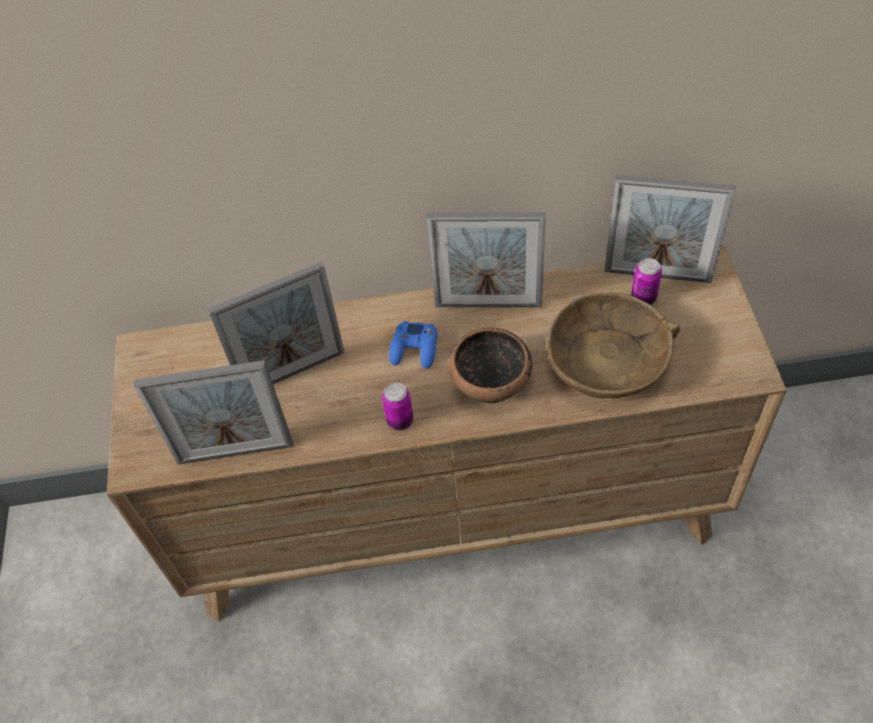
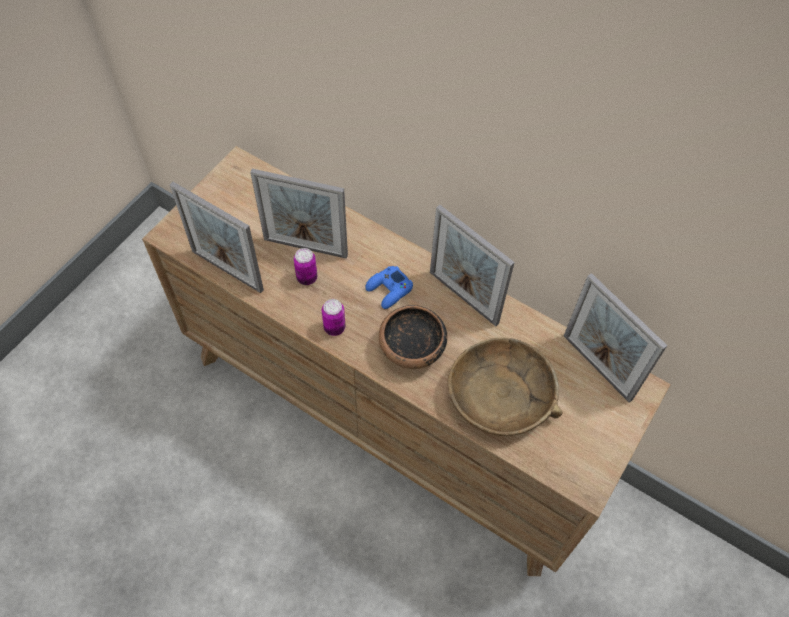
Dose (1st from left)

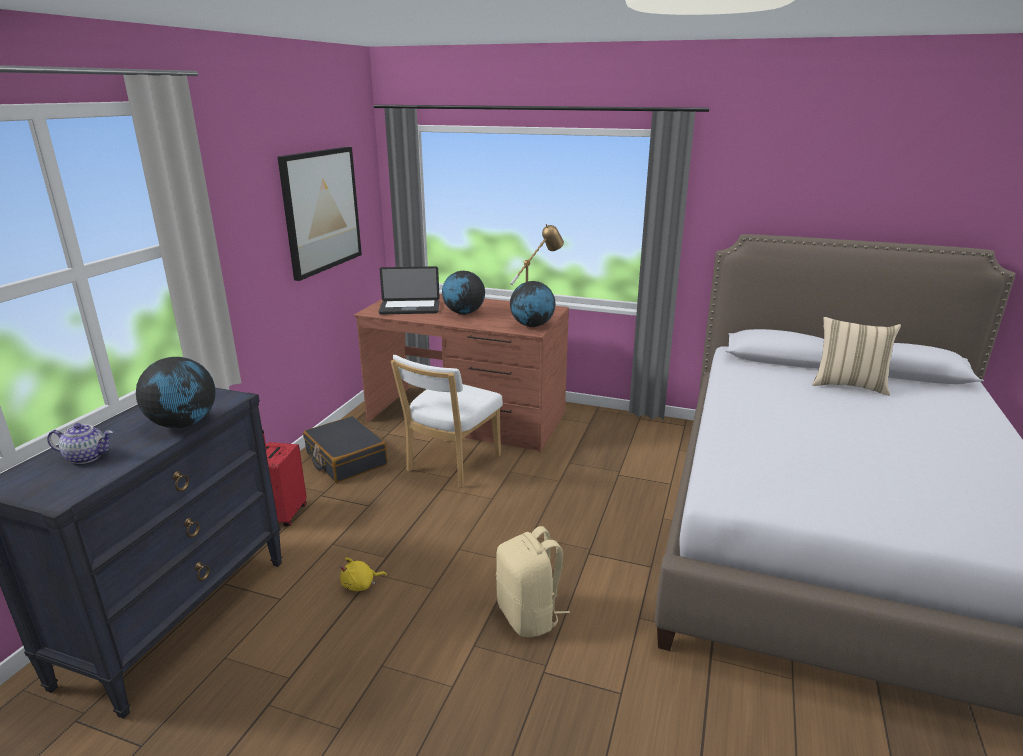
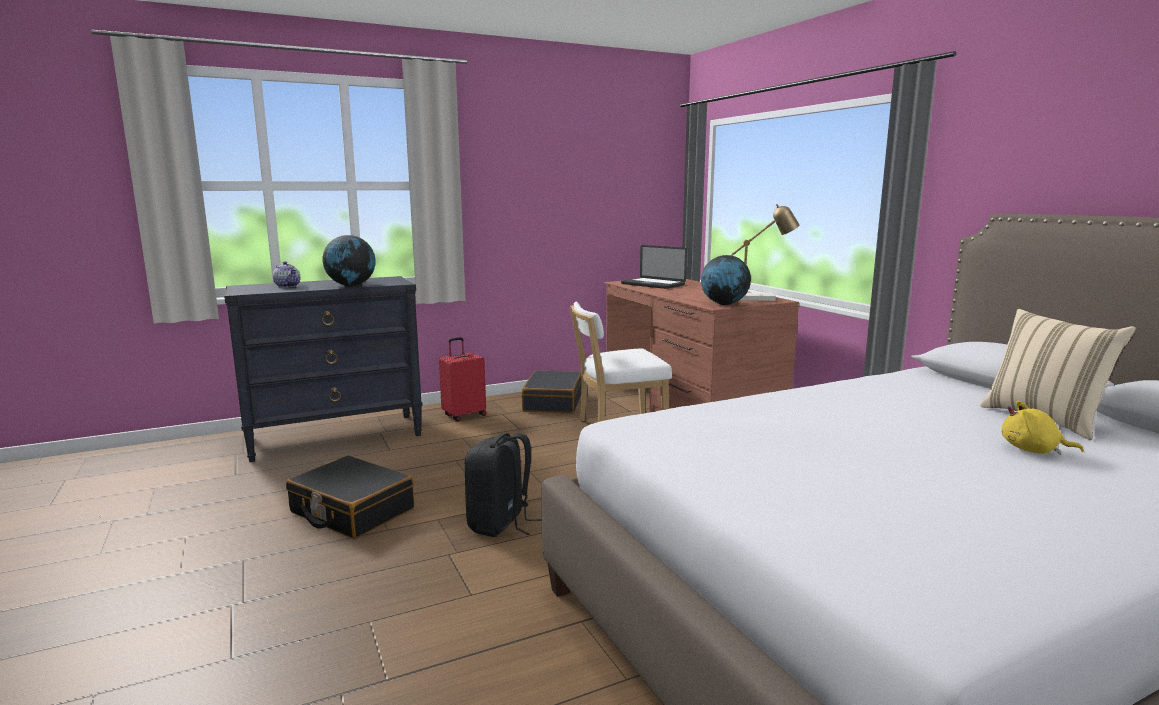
Bild
Globus (2nd from left in the first image)
Rucksack/schwarz
Plüschtier/gelb
Koffer/schwarz (1st from left)

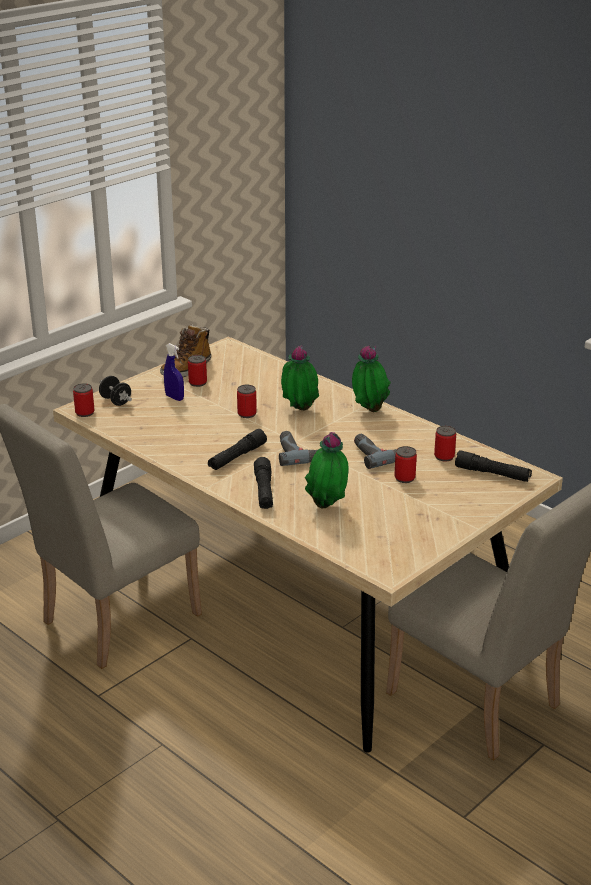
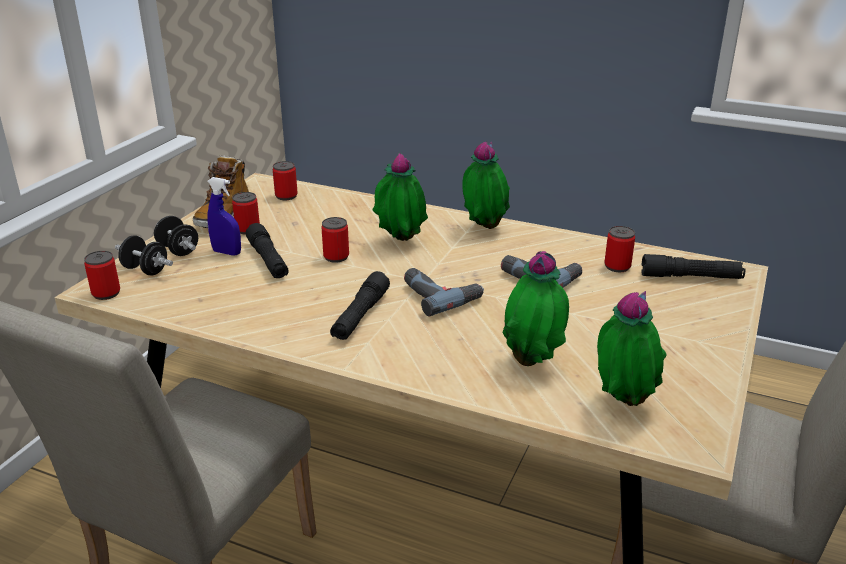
Dose (3rd from left)
Taschenlampe/schwarz (1st from left)
Hantel/schwarz (2nd from left)
Topfpflanze (4th from left)

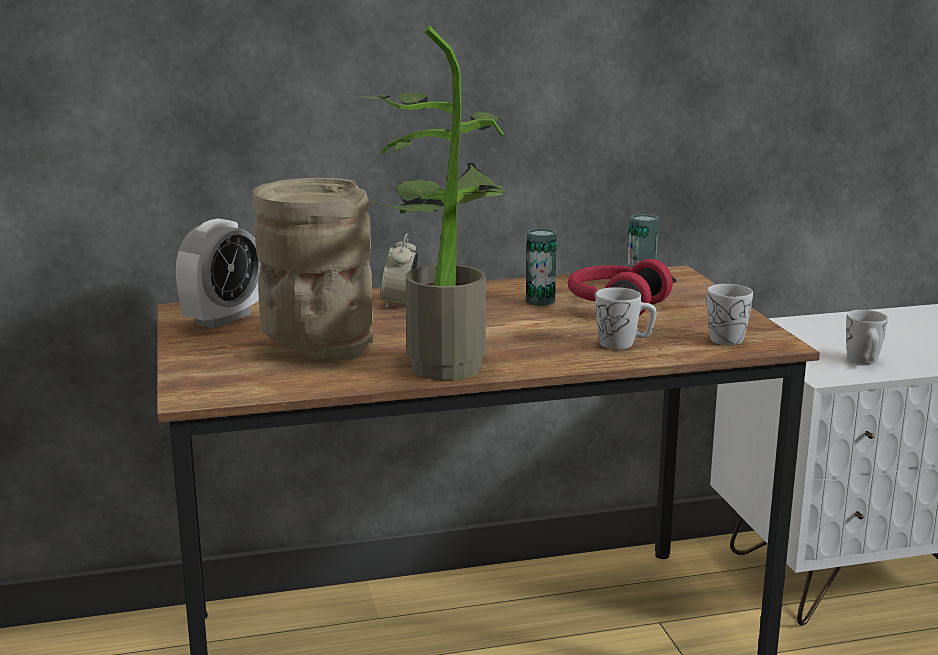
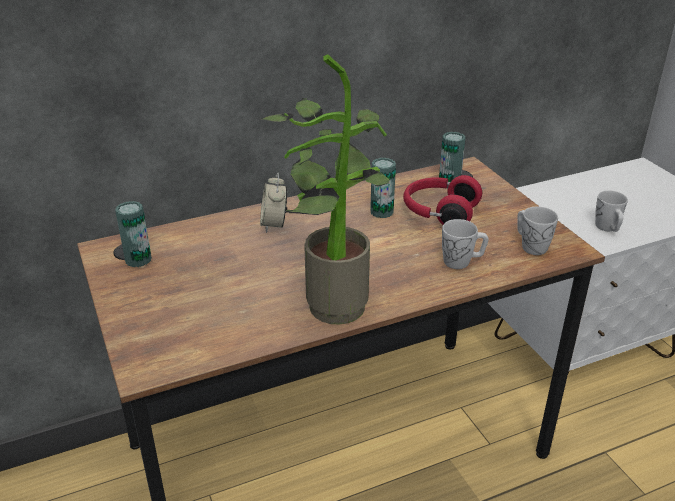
Vase/beige
Dose (1st from left)

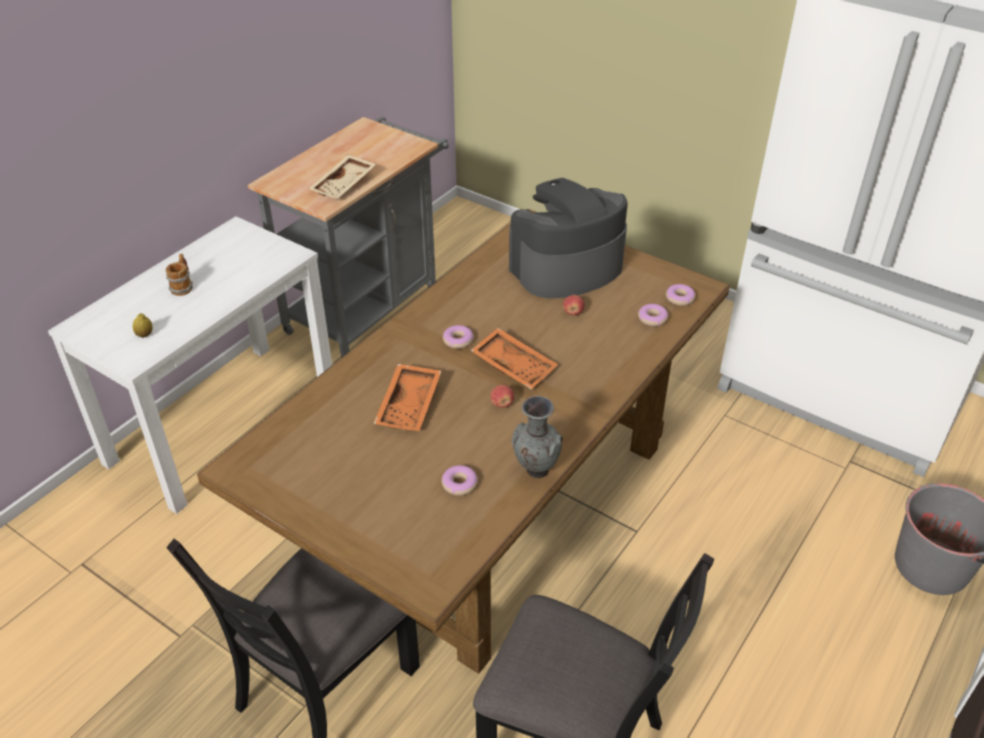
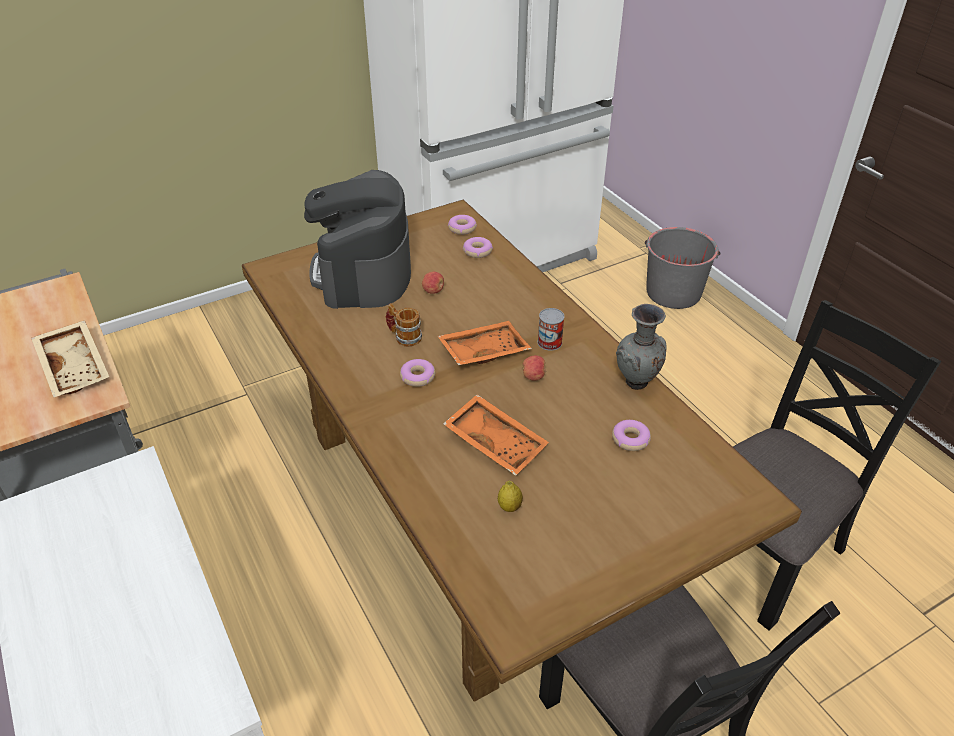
Henkelbecher
Zitrone
Dose

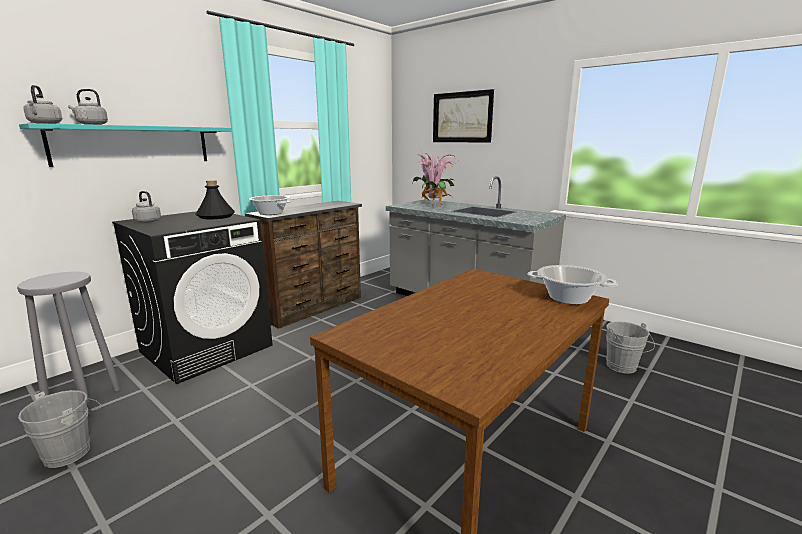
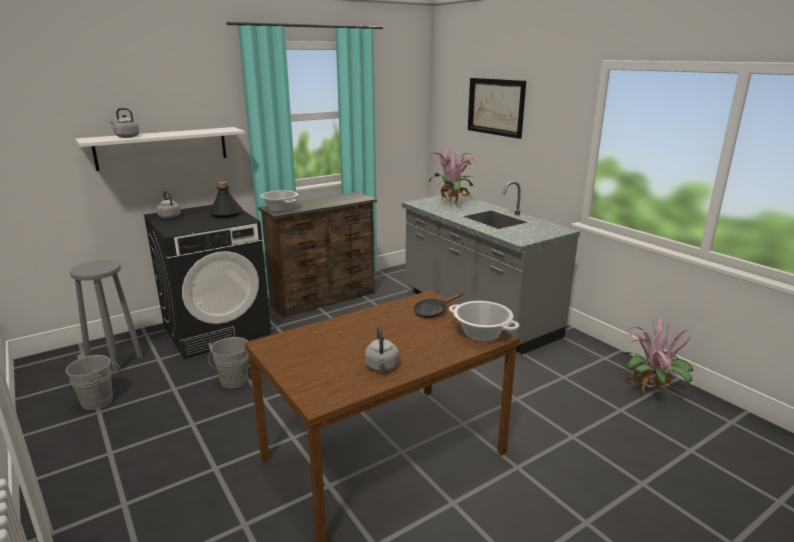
Wasserkessel/grau (3rd from left)
Wandregal/weiß
Eimer/grau (2nd from left)
Pfanne/schwarz
Topfpflanze (2nd from left)

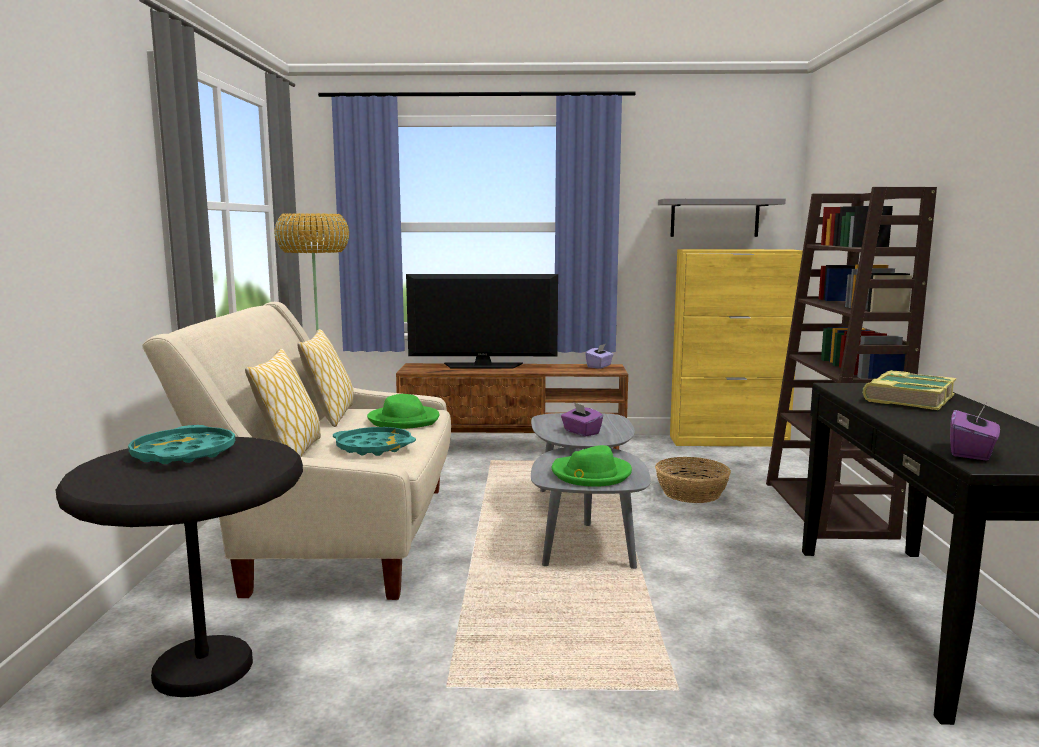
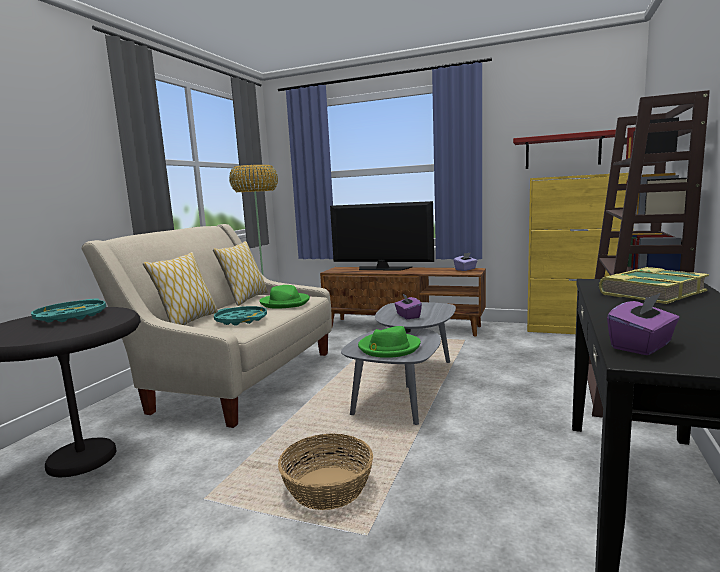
Wandregal/rot
Korb

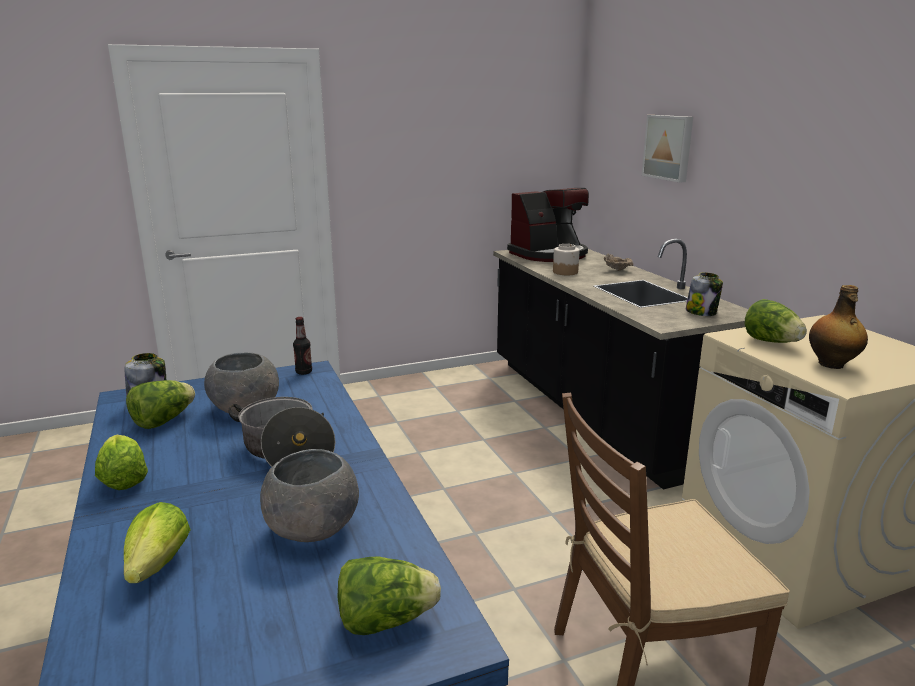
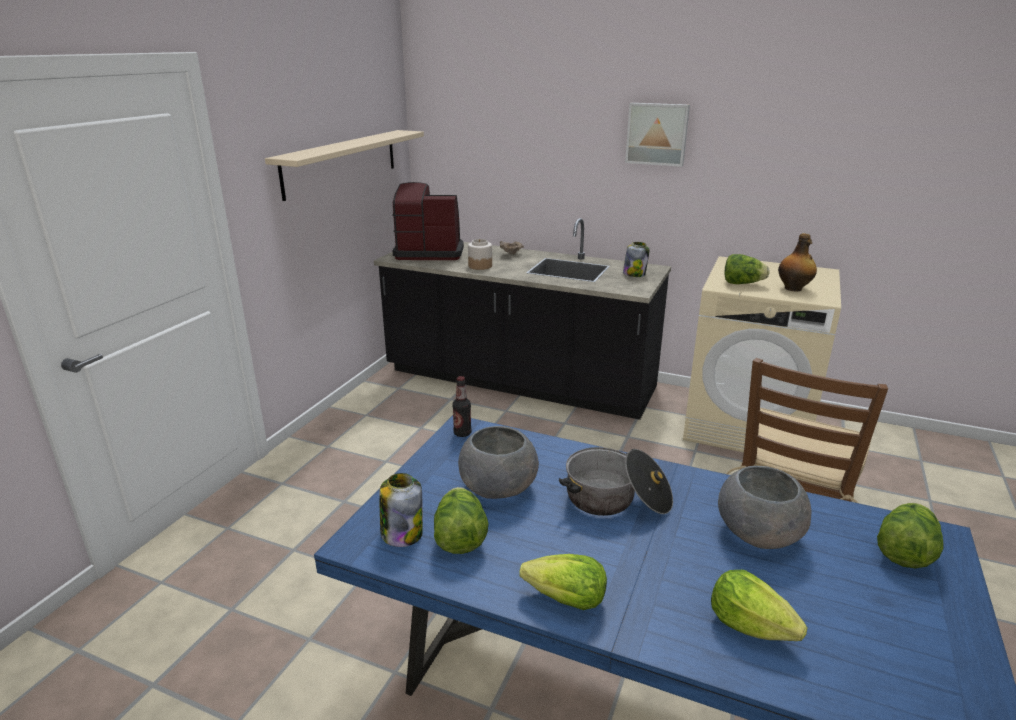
Bild
Kaffeemaschine
Wandregal/beige

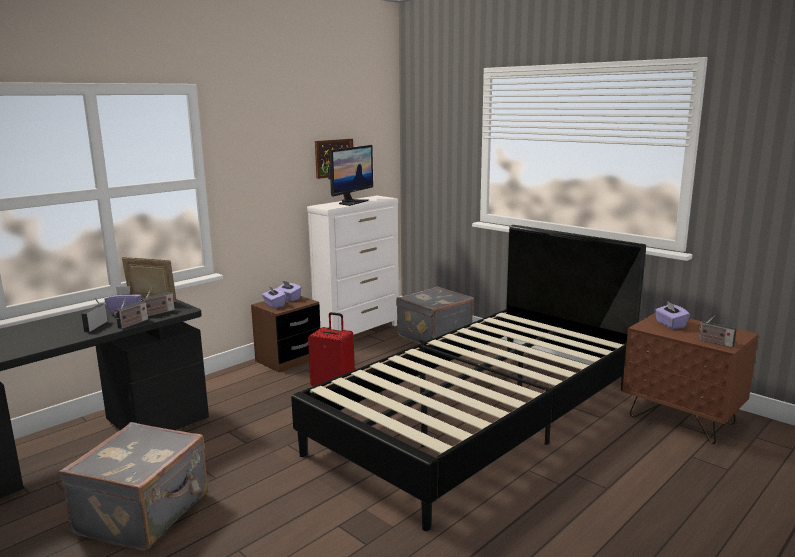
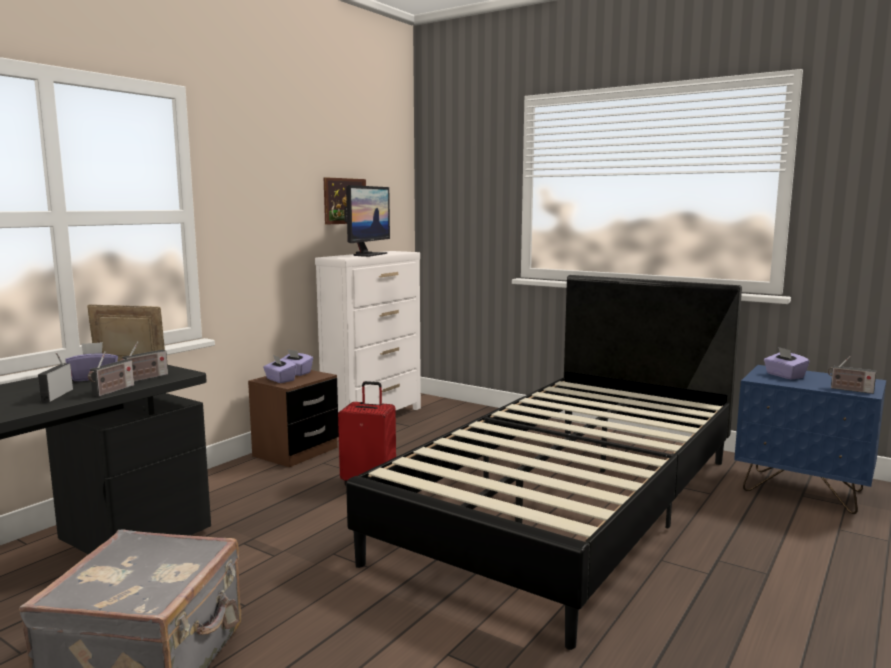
Koffer/grau (2nd from left in the first image)
Nachttisch/blau

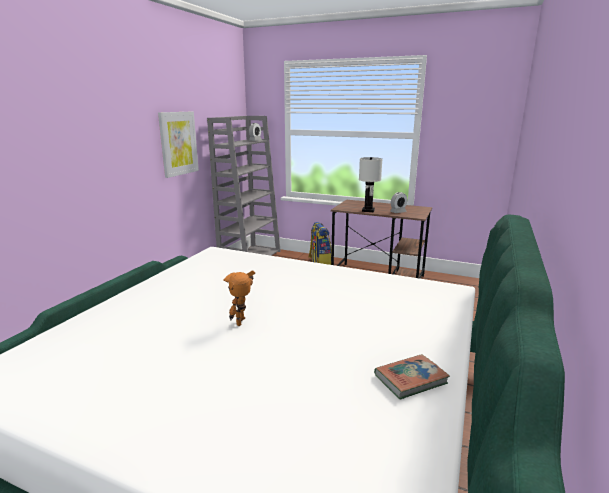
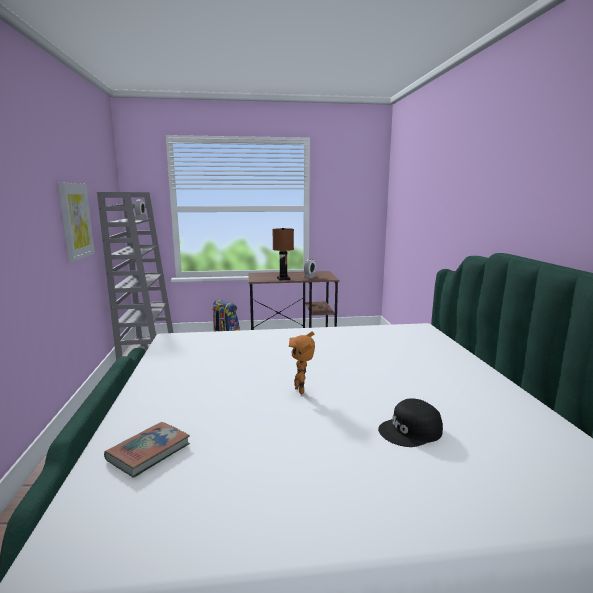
Tischlampe/braun
Buch
Kappe/schwarz

